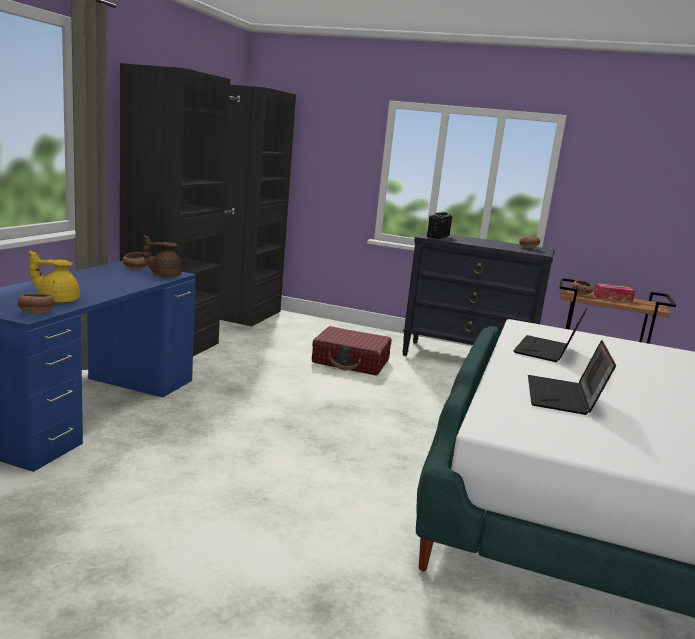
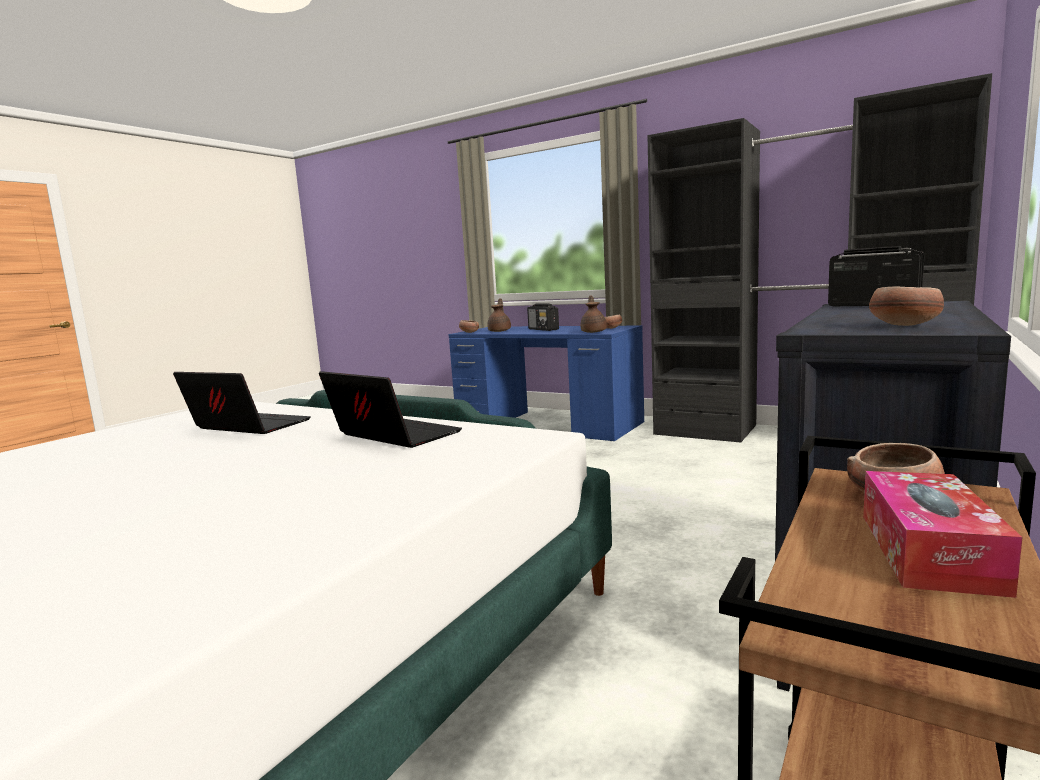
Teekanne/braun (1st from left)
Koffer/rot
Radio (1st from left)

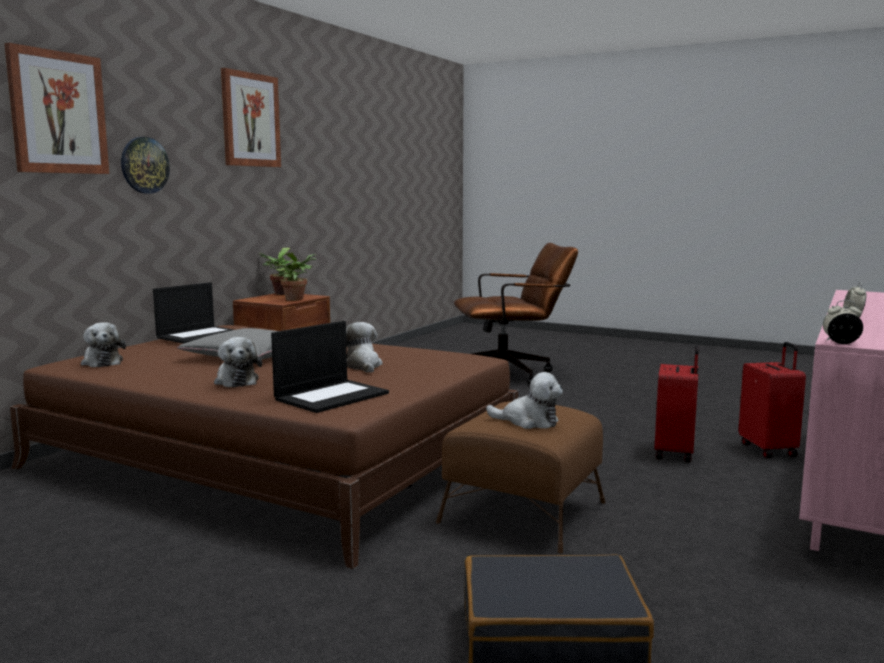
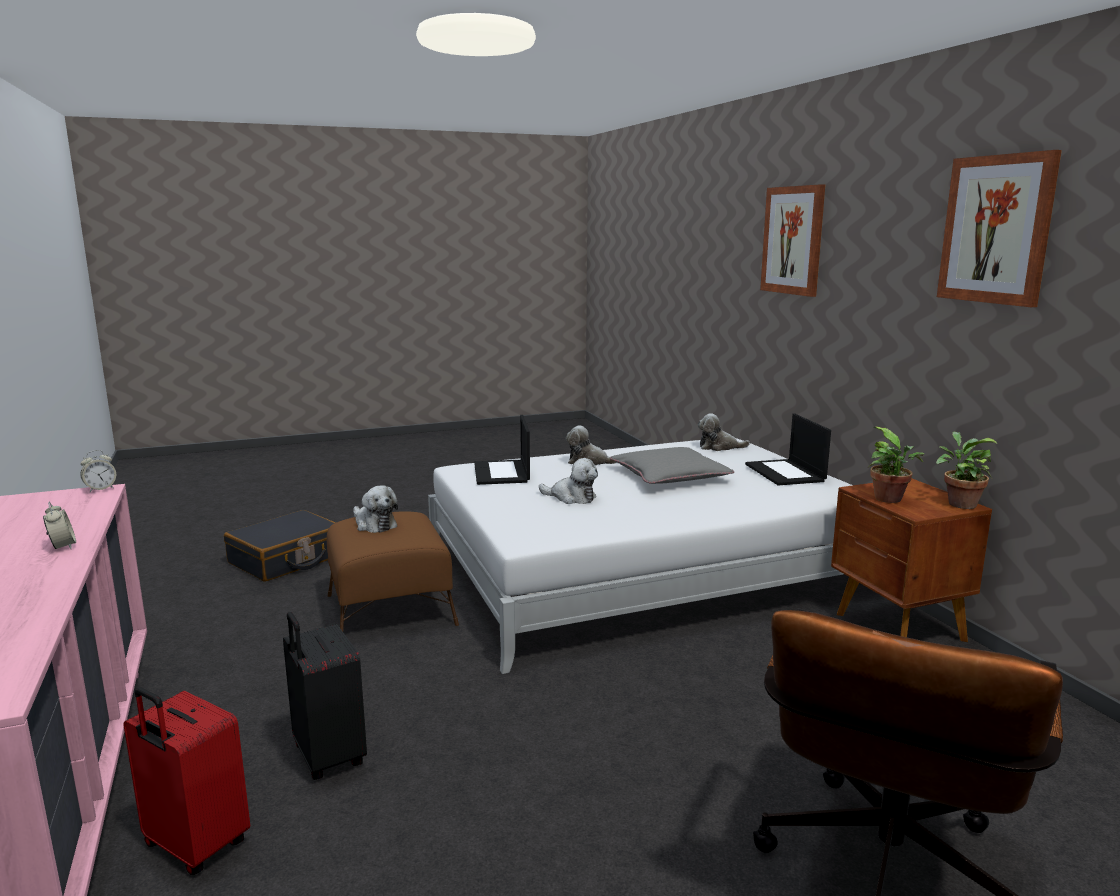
Wanduhr
Bett/weiß
Koffer/schwarz (2nd from left)
Plüschtier (1st from left)

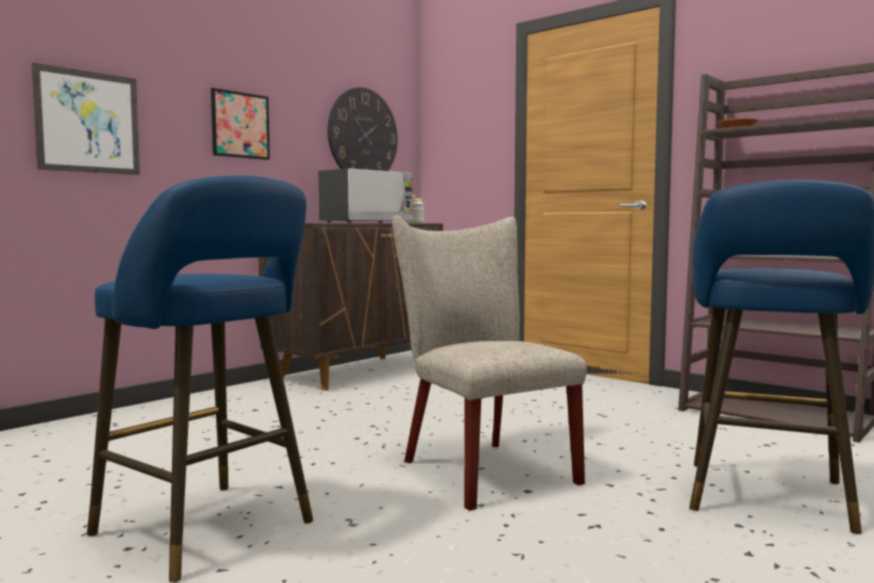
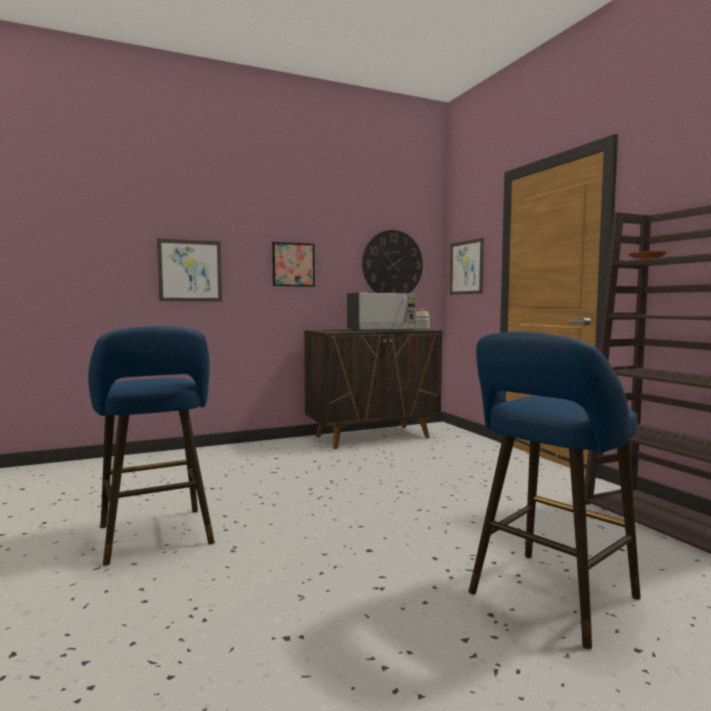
Stuhl/beige
Bild (3rd from left)

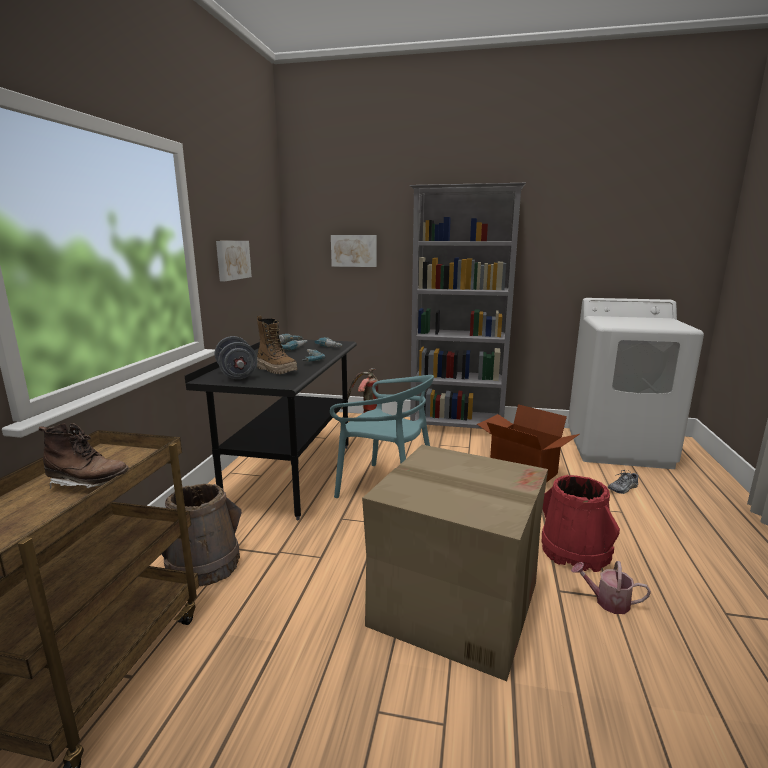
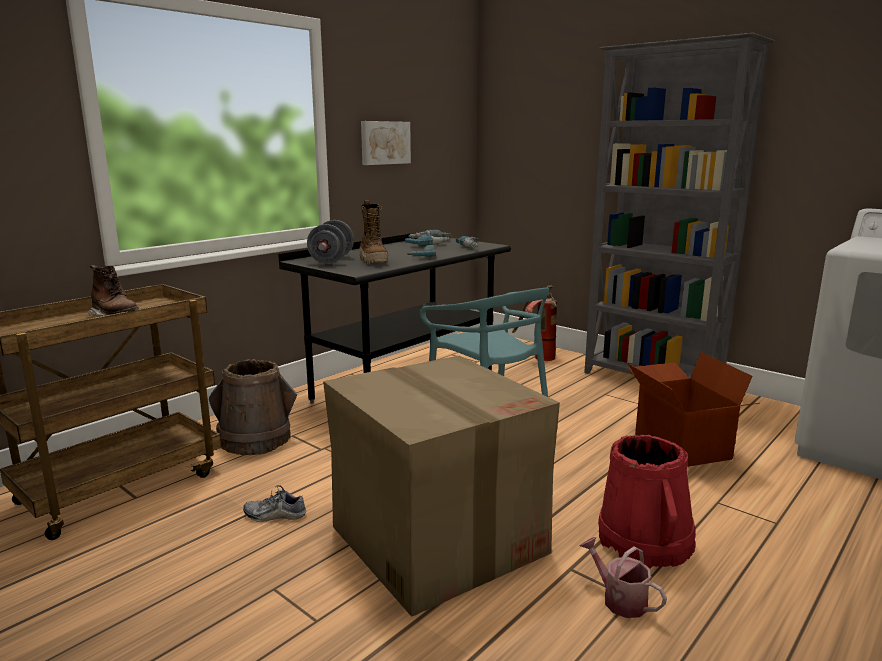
Bild (2nd from left in the first image)
Schuh

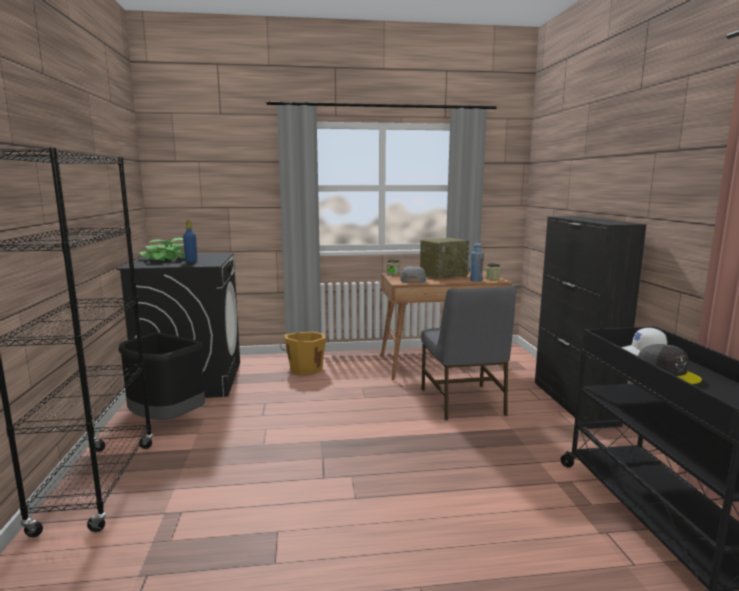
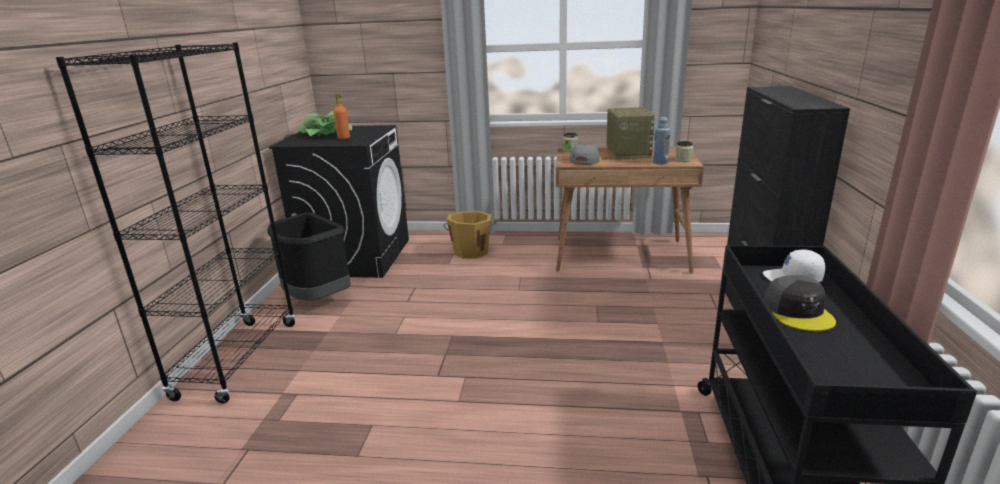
Flasche/orange
Radio
Stuhl/grau

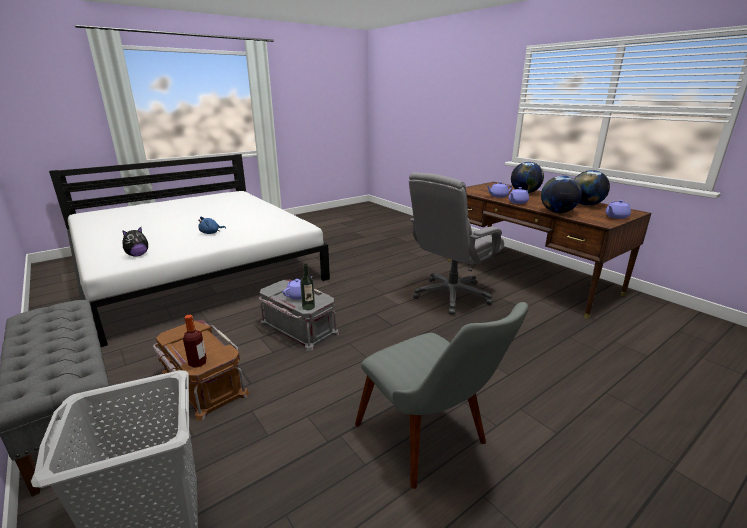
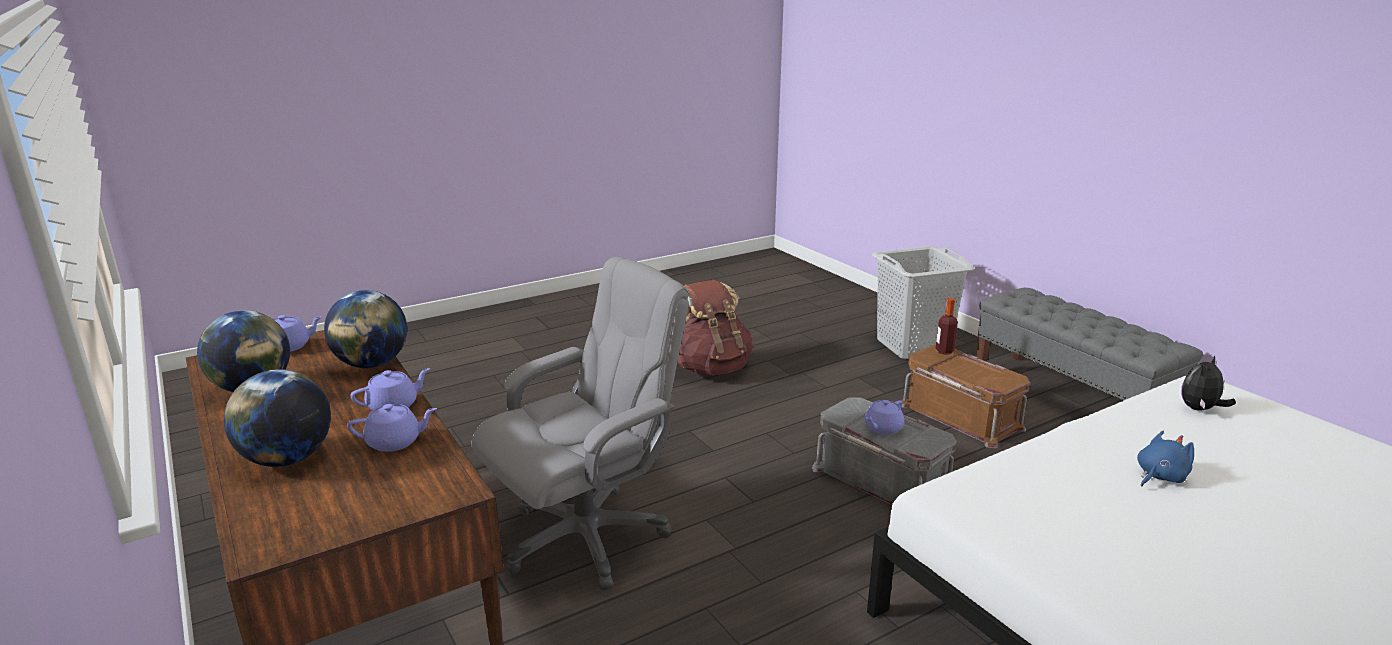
Flasche (2nd from left in the first image)
Rucksack/braun

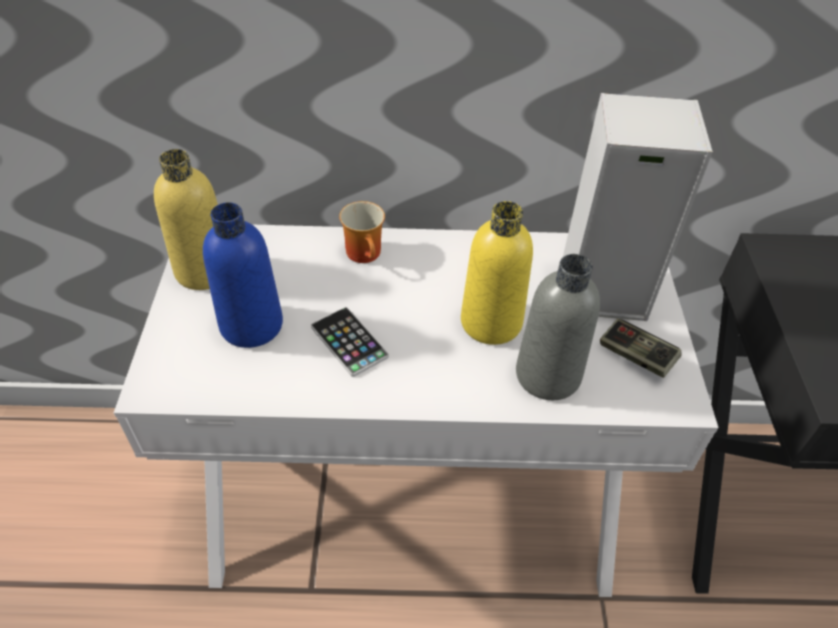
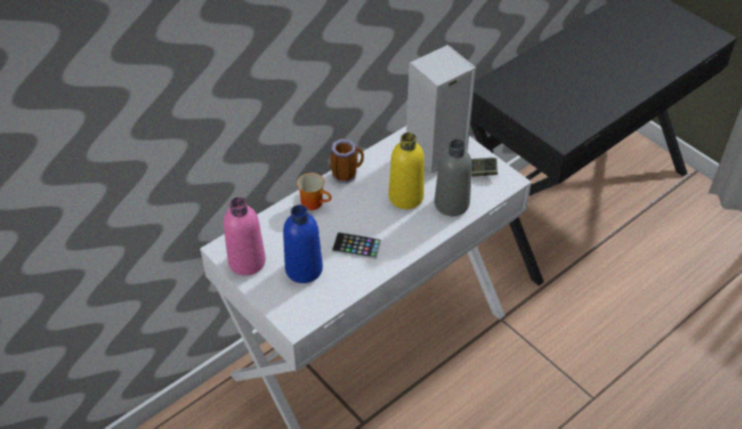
Flasche/rosa
Henkelbecher (2nd from left)

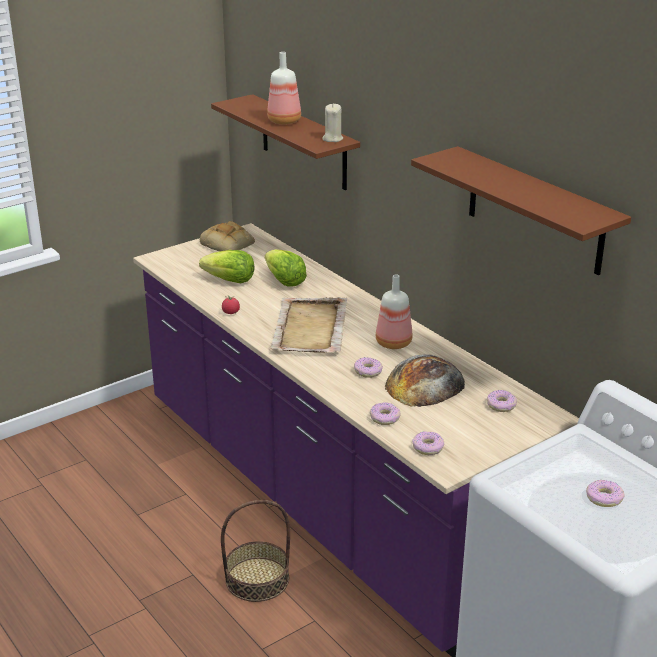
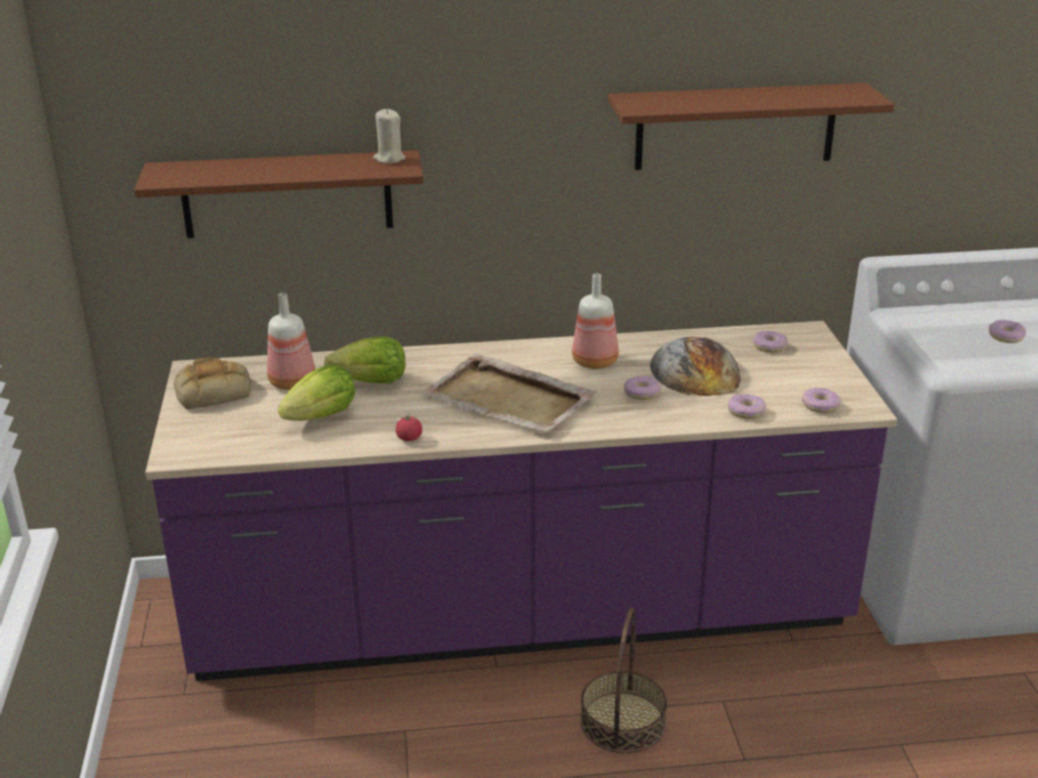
Flasche (1st from left)

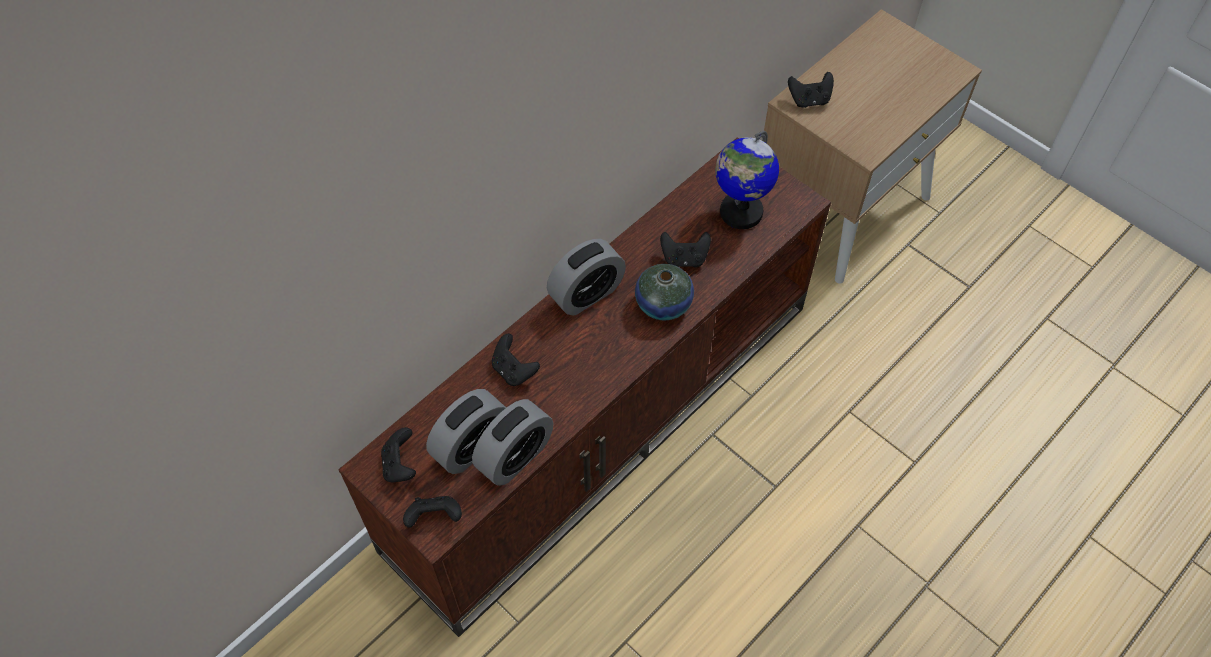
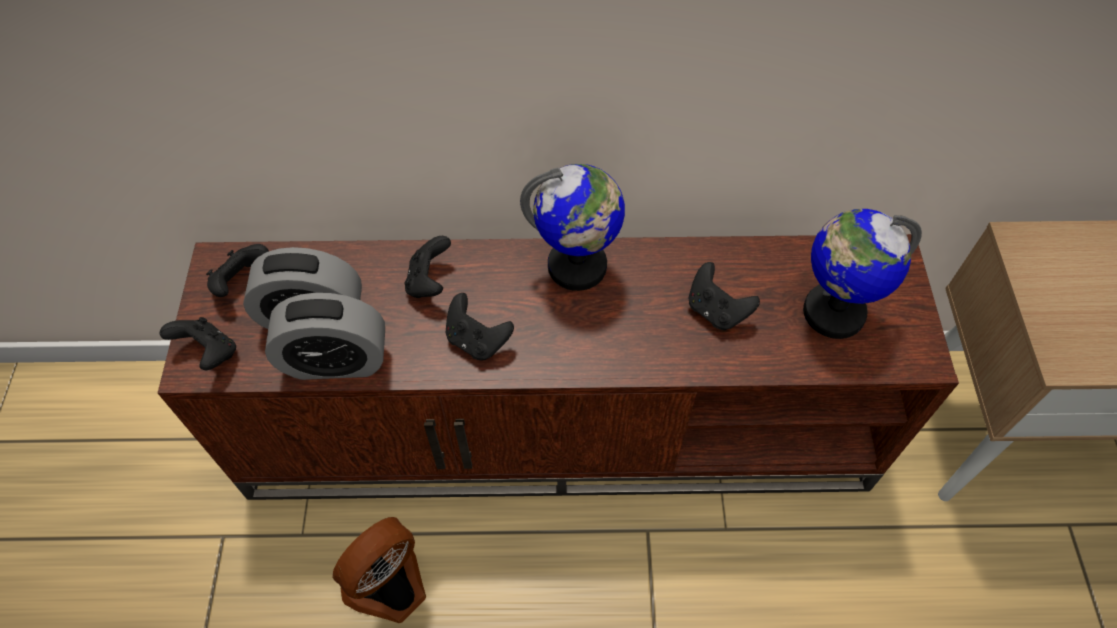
Gamepad/schwarz (4th from left)
Globus (1st from left)
Vase
Ventilator

